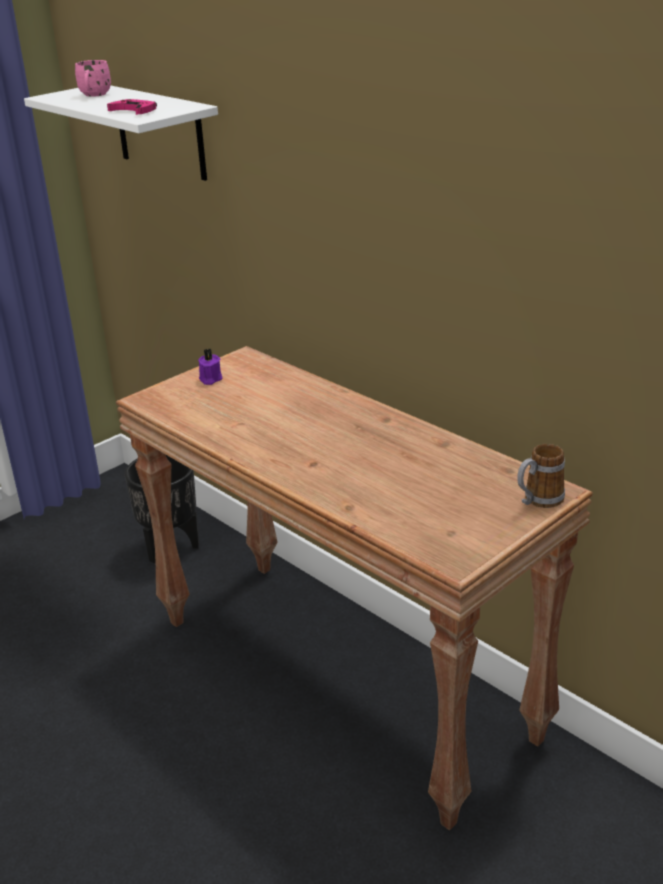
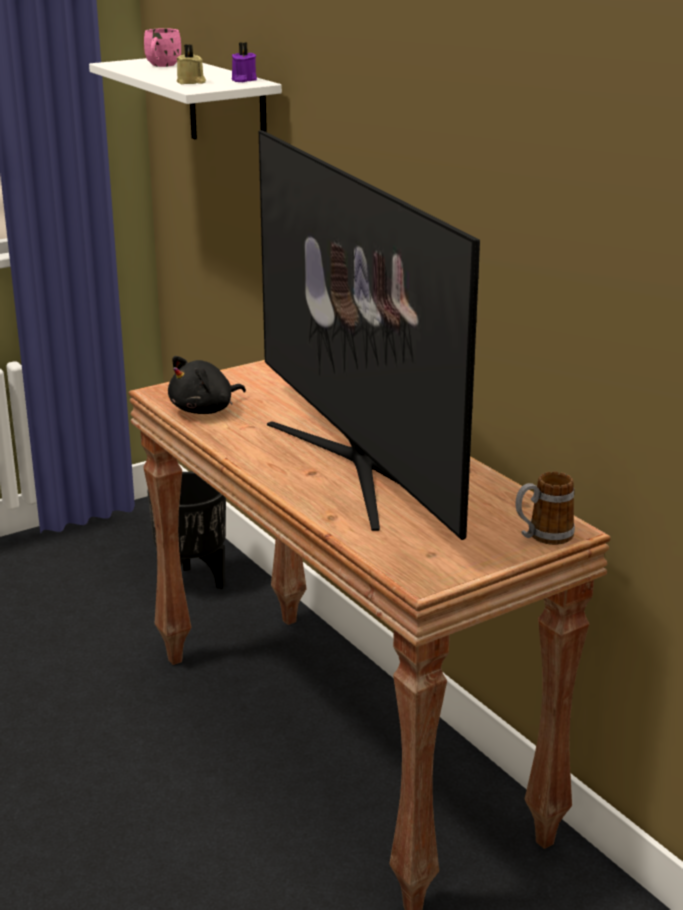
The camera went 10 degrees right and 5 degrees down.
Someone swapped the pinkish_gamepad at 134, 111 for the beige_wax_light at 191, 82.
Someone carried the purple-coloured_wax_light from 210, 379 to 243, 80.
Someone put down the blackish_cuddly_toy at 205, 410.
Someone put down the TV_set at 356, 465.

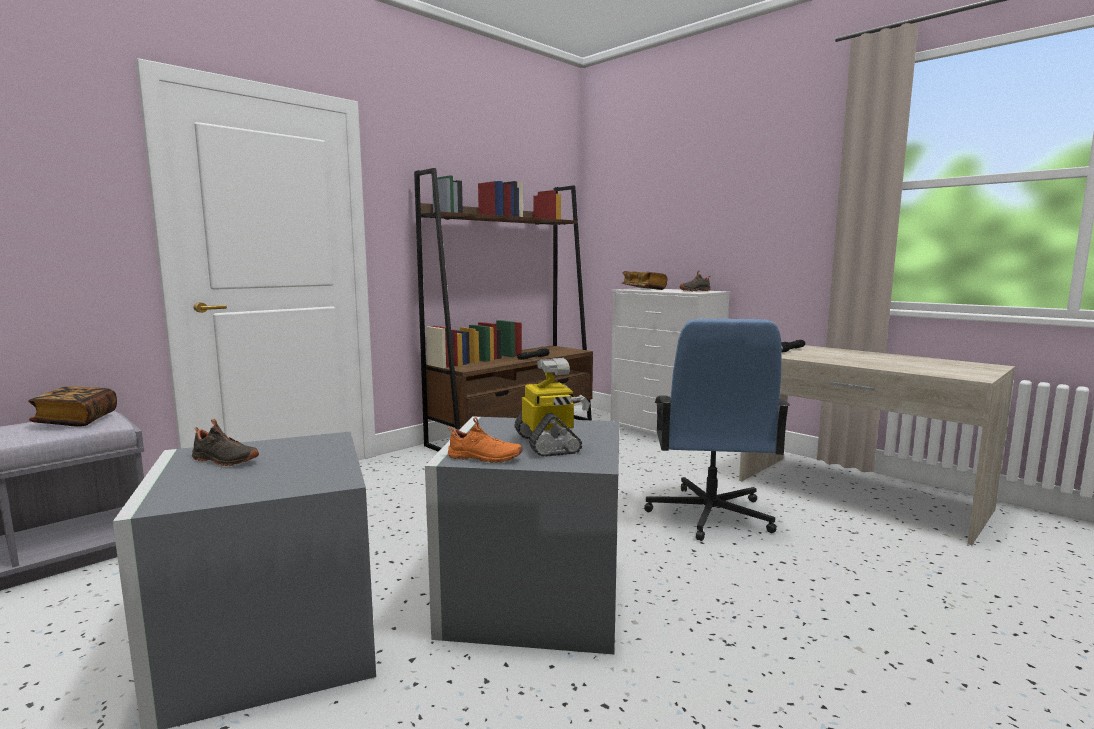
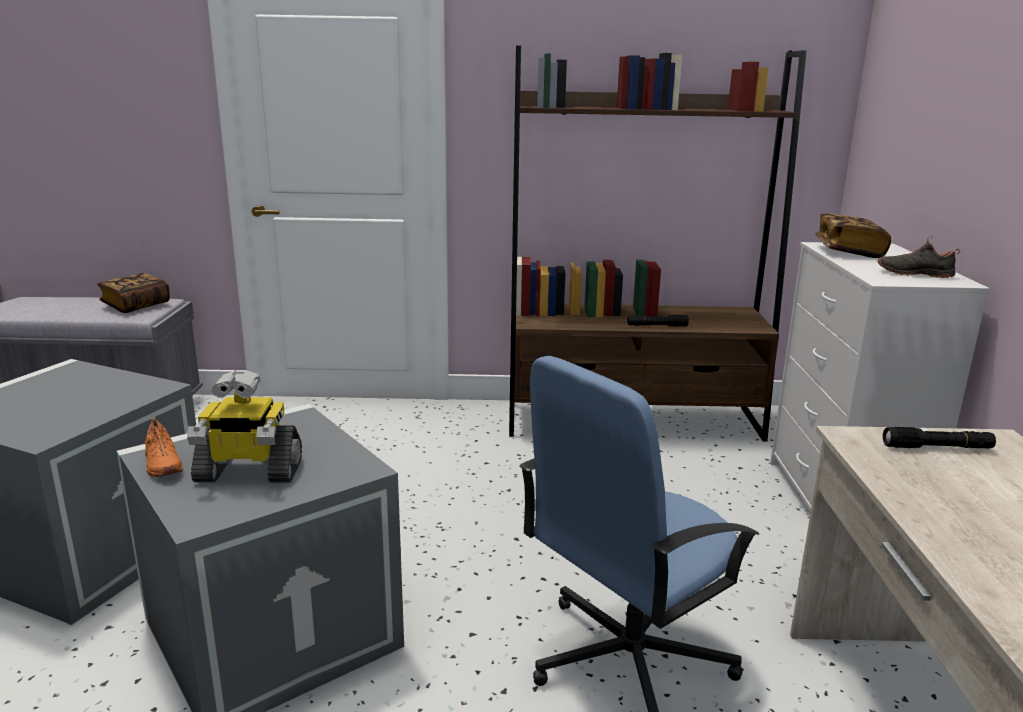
The camera went 45 degrees right and 10 degrees up.
Someone took away the blackish_item_of_footwear at 224, 461.
Someone rotated the model_robot at 548, 444 by 60 degrees clockwise.

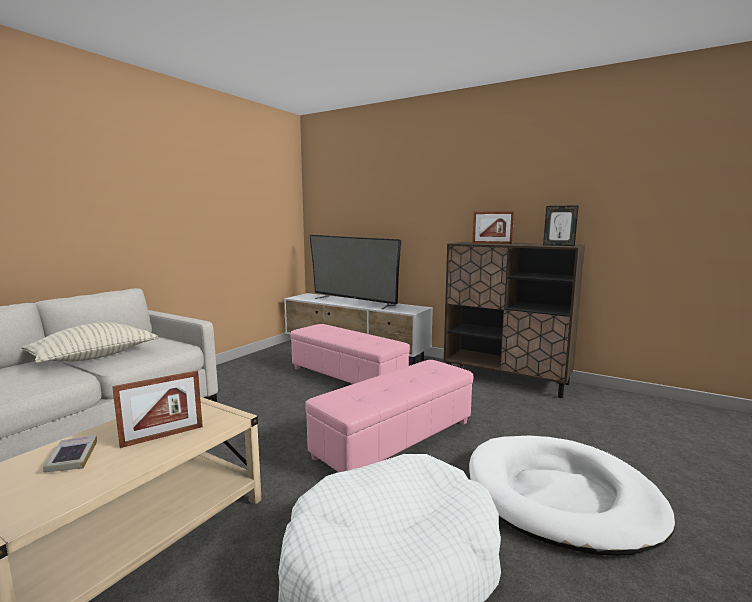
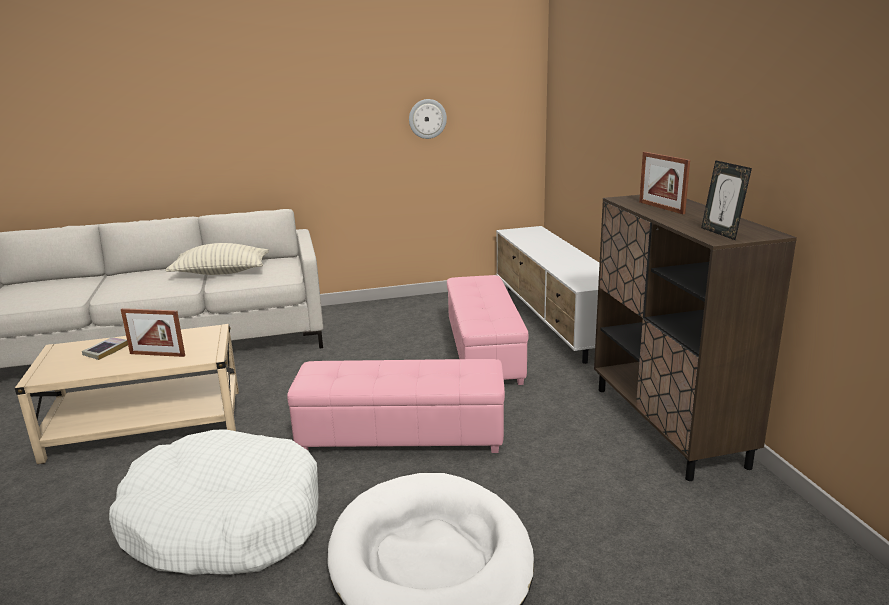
The camera went 45 degrees right and 10 degrees up.
Someone took away the TV_set at 353, 302.
Someone put up the clock_on_the_wall at 427, 119.

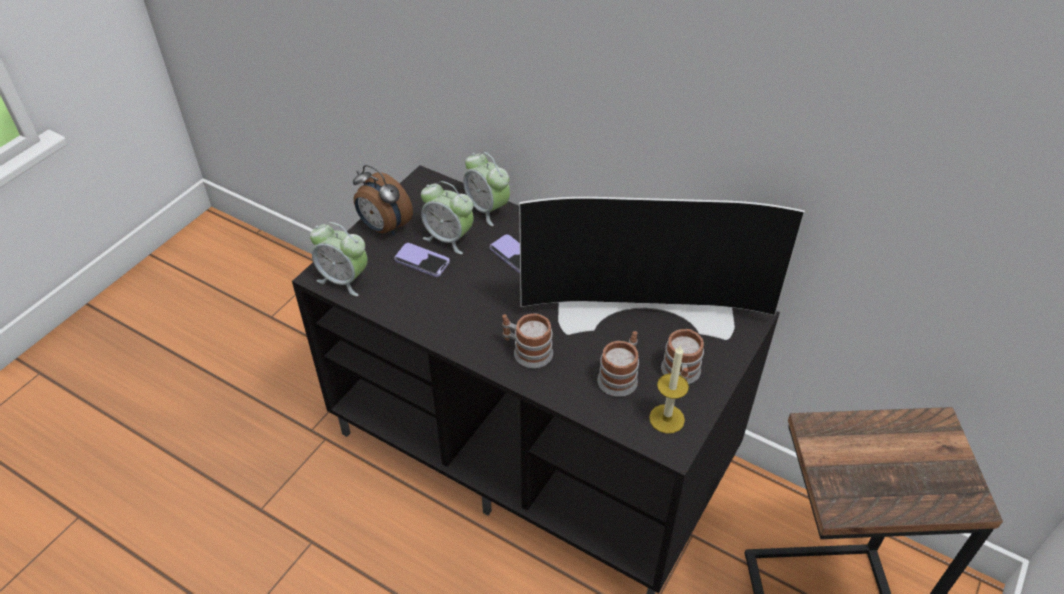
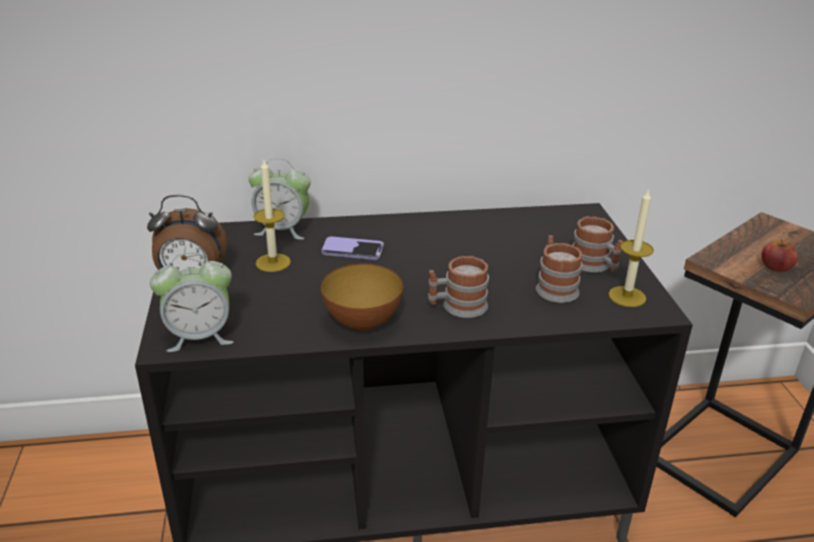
The camera went 40 degrees left and 15 degrees down.
Someone took away the phone at 422, 261.
Someone swapped the bedside_clock at 449, 238 for the wax_light at 273, 262.
Someone took away the TV_set at 646, 307.
Someone put down the bowl at 362, 323.
Someone put down the apple_fruit at 776, 266.

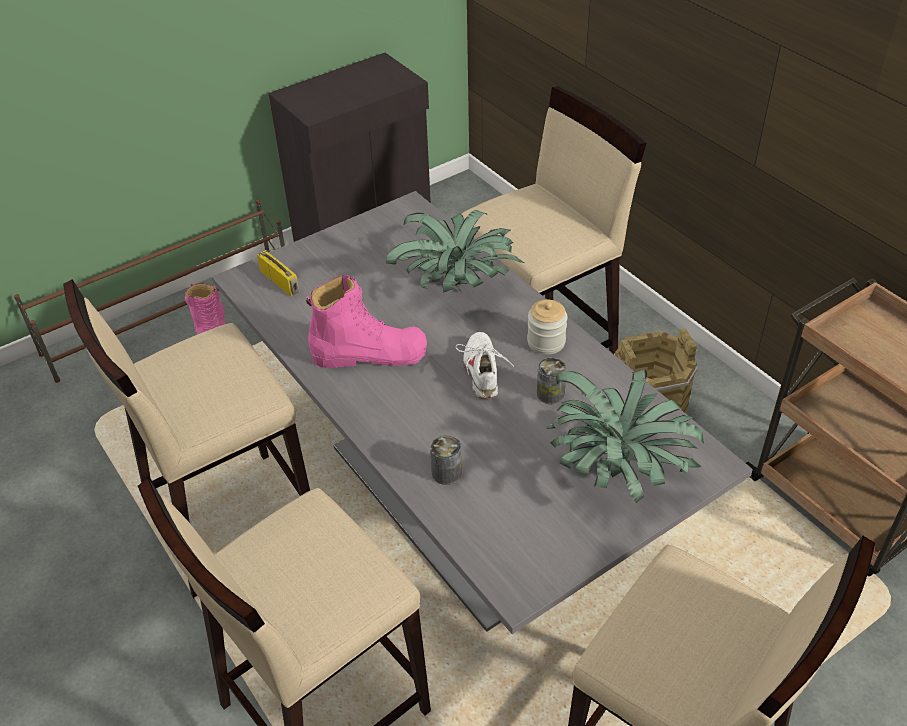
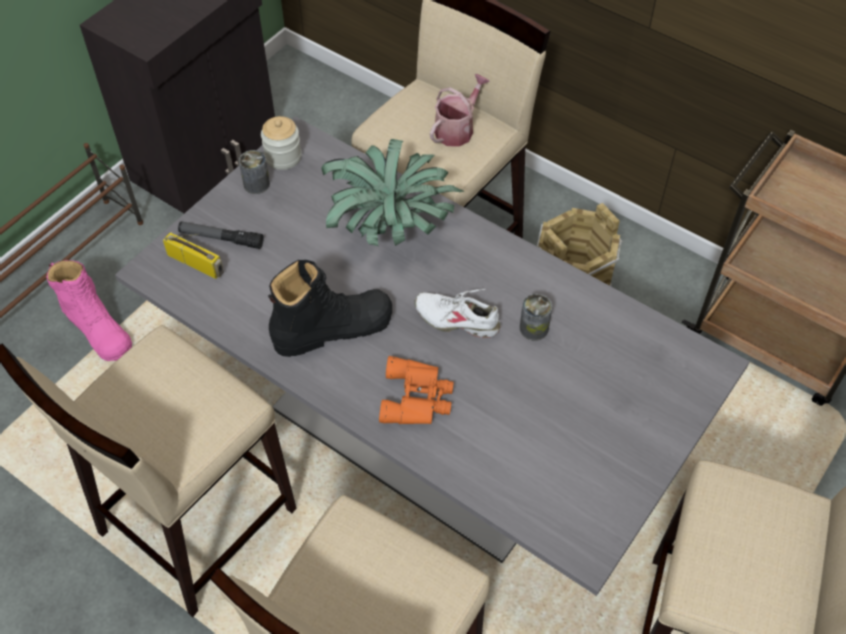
The camera went 20 degrees left and 10 degrees up.
Someone repainted the pinkish_high-top_boot at 369, 354, which became the blackish_high-top_boot at 332, 328.
Someone carried the metal_can from 446, 472 to 256, 184.
Someone rotated the whitish_item_of_footwear at 483, 371 by 45 degrees counterclockwise.
Someone carried the storage_jar from 546, 342 to 283, 157.
Someone took away the houseplant at 618, 470.
Someone put down the hand_torch at 221, 238.
Someone put down the orange_field_glasses at 418, 398.
Someone put down the watering_pot at 457, 129.

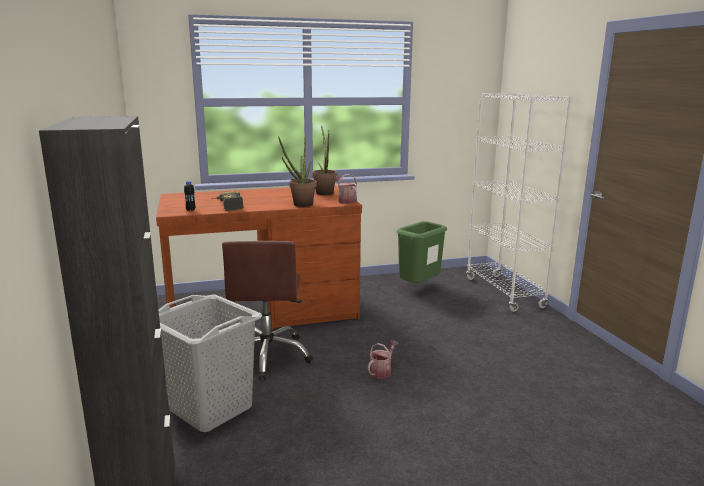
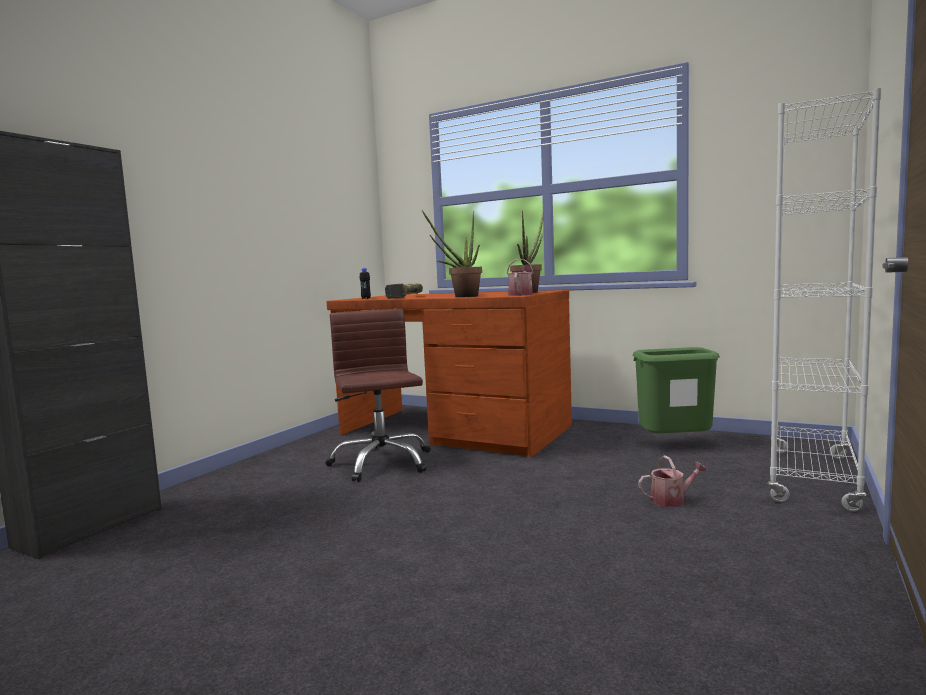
The camera went 45 degrees right and 10 degrees down.
Someone took away the greyish_laundry_basket at 211, 408.
Someone rotated the brown-coloured_office_chair at 268, 355 by 120 degrees clockwise.
Someone carried the watering_pot from 382, 371 to 672, 500.

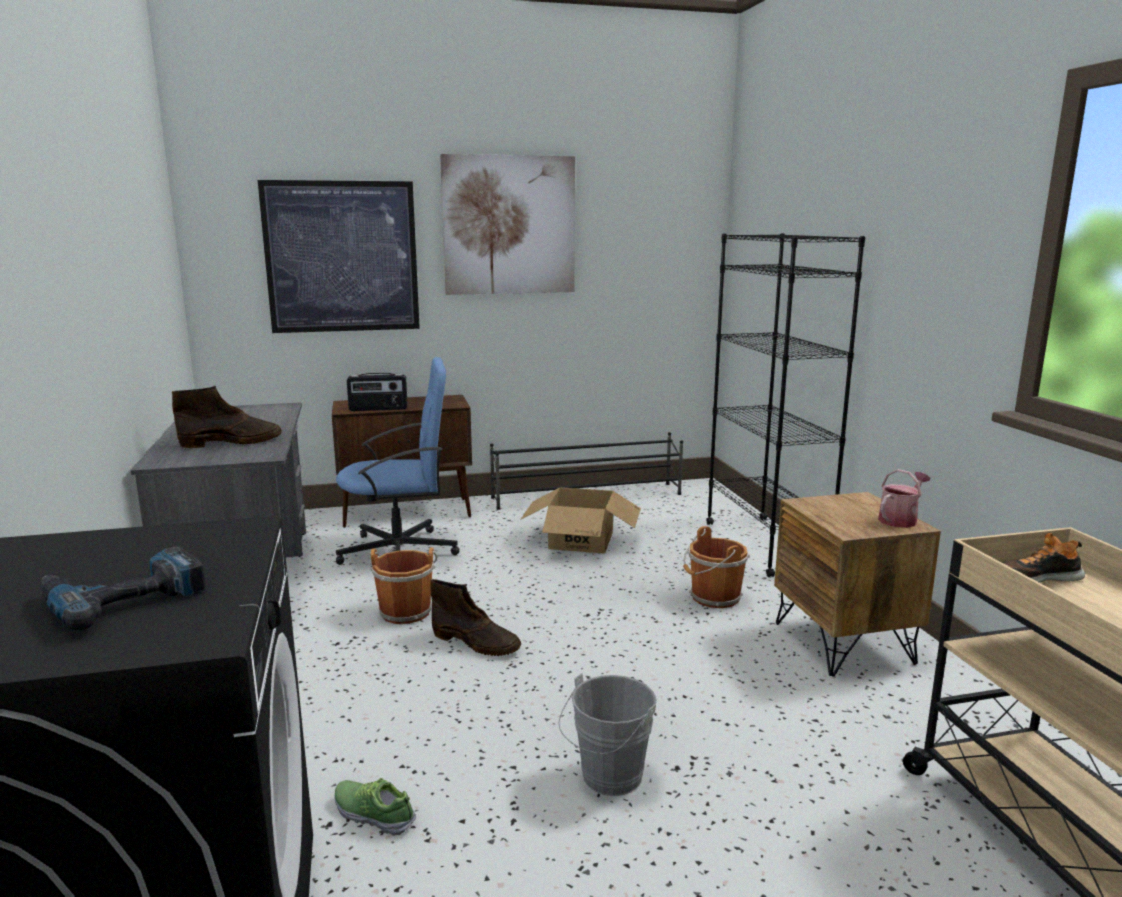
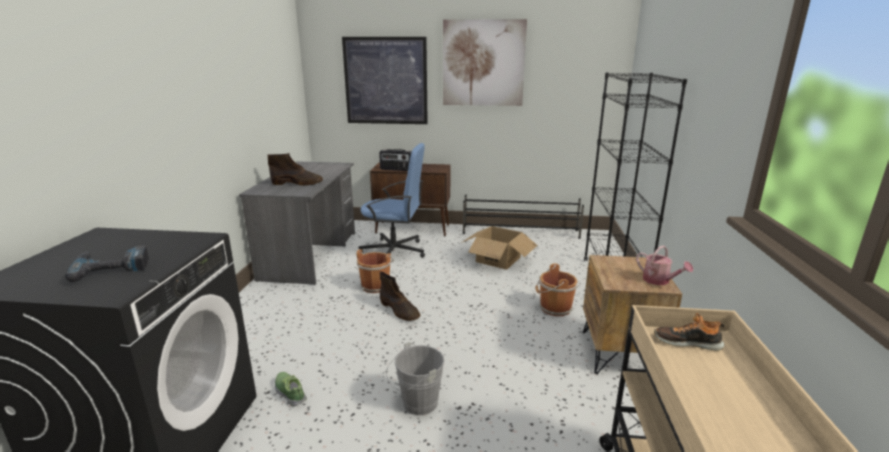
The camera went 20 degrees right and 5 degrees up.
Someone rotated the watering_pot at 900, 519 by 75 degrees clockwise.

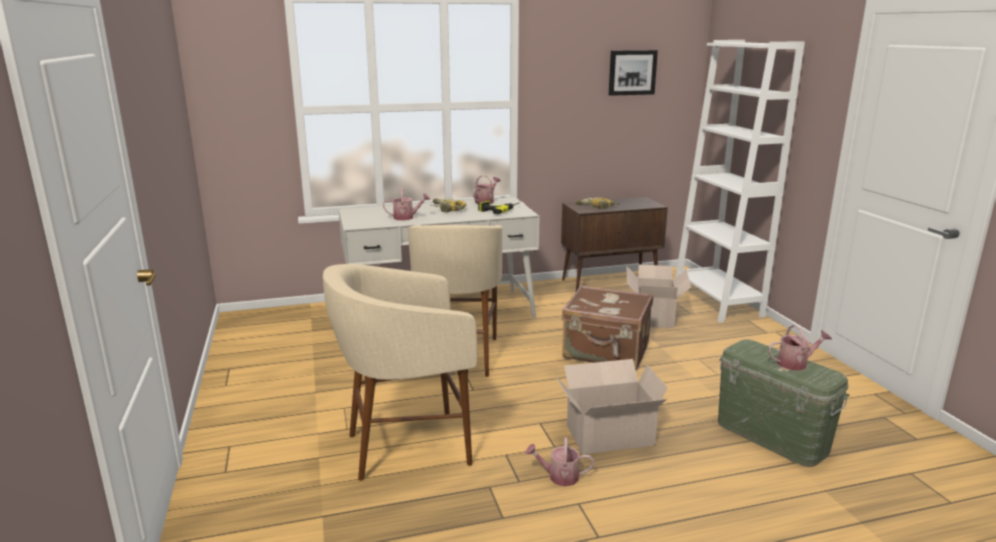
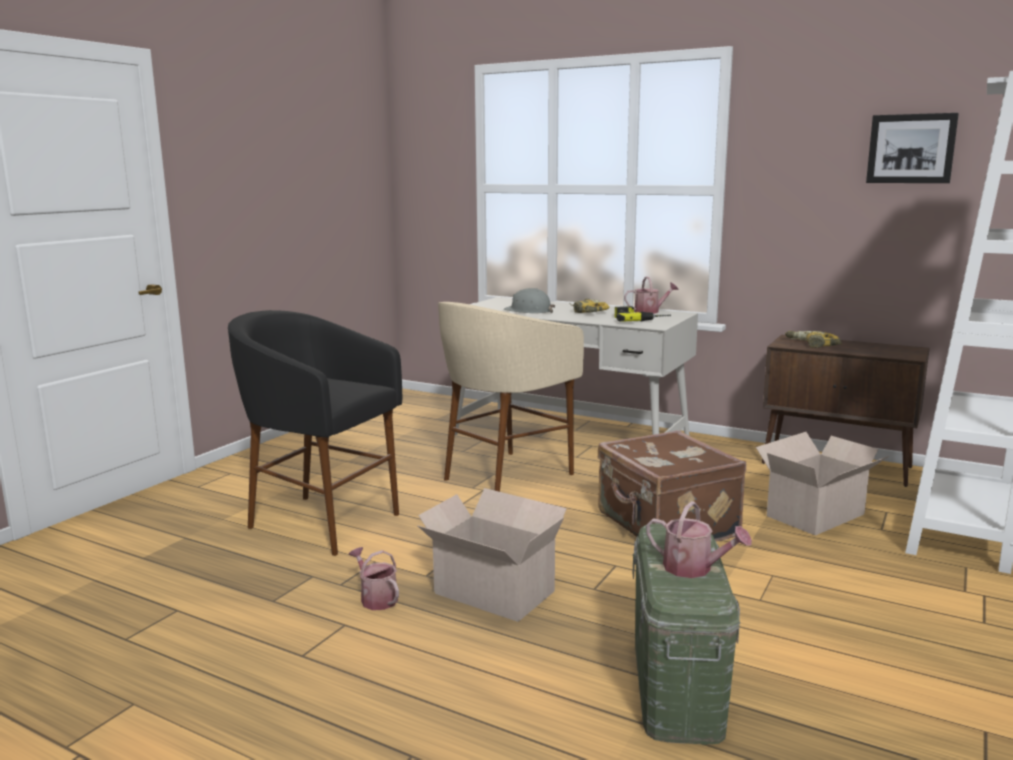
The camera went 45 degrees right and 5 degrees down.
Someone repainted the beige_sitting_stool at 407, 447, which became the blackish_sitting_stool at 321, 522.
Someone swapped the watering_pot at 407, 217 for the greyish_hard_hat at 529, 311.

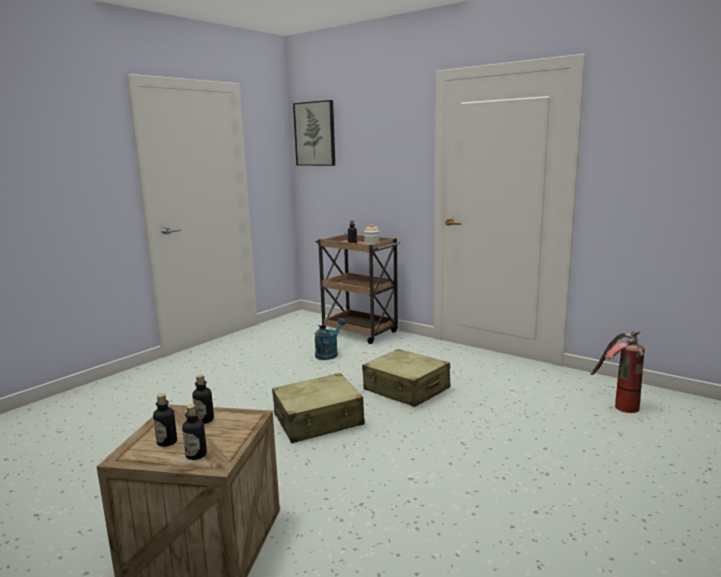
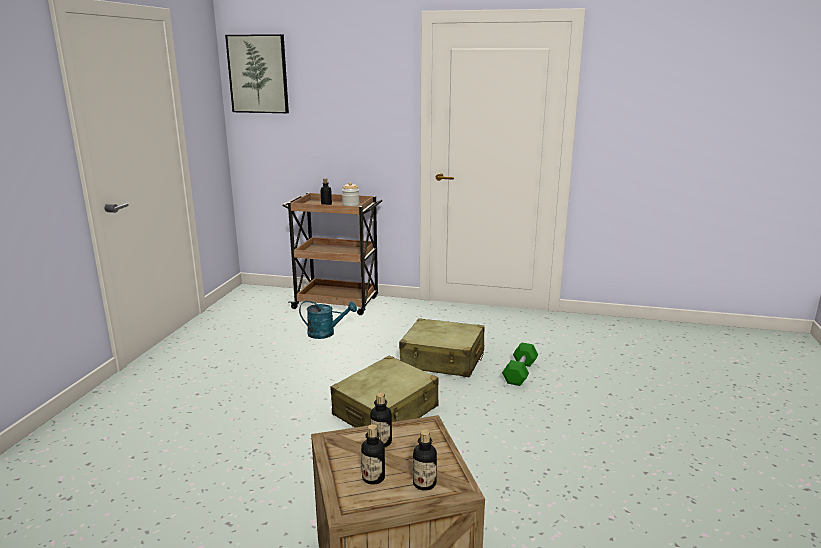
The camera went 25 degrees left and 5 degrees up.
Someone rotated the blue-green_watering_pot at 329, 353 by 90 degrees clockwise.
Someone took away the extinguisher at 617, 405.
Someone put down the greenish_dumbbell at 520, 372.

